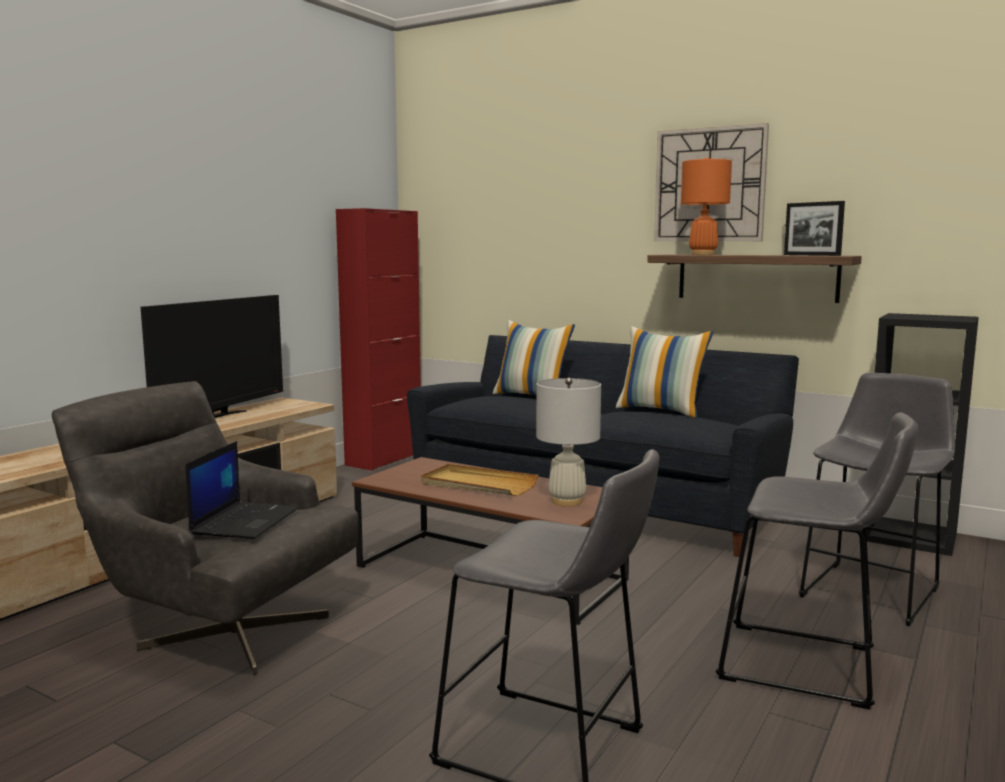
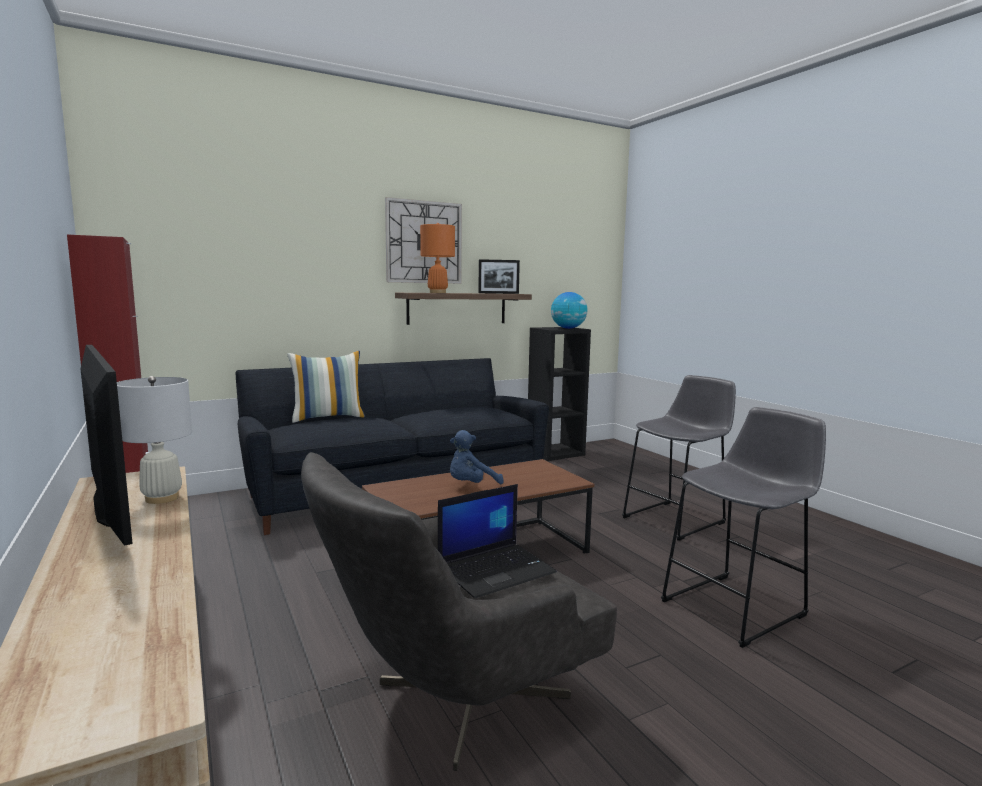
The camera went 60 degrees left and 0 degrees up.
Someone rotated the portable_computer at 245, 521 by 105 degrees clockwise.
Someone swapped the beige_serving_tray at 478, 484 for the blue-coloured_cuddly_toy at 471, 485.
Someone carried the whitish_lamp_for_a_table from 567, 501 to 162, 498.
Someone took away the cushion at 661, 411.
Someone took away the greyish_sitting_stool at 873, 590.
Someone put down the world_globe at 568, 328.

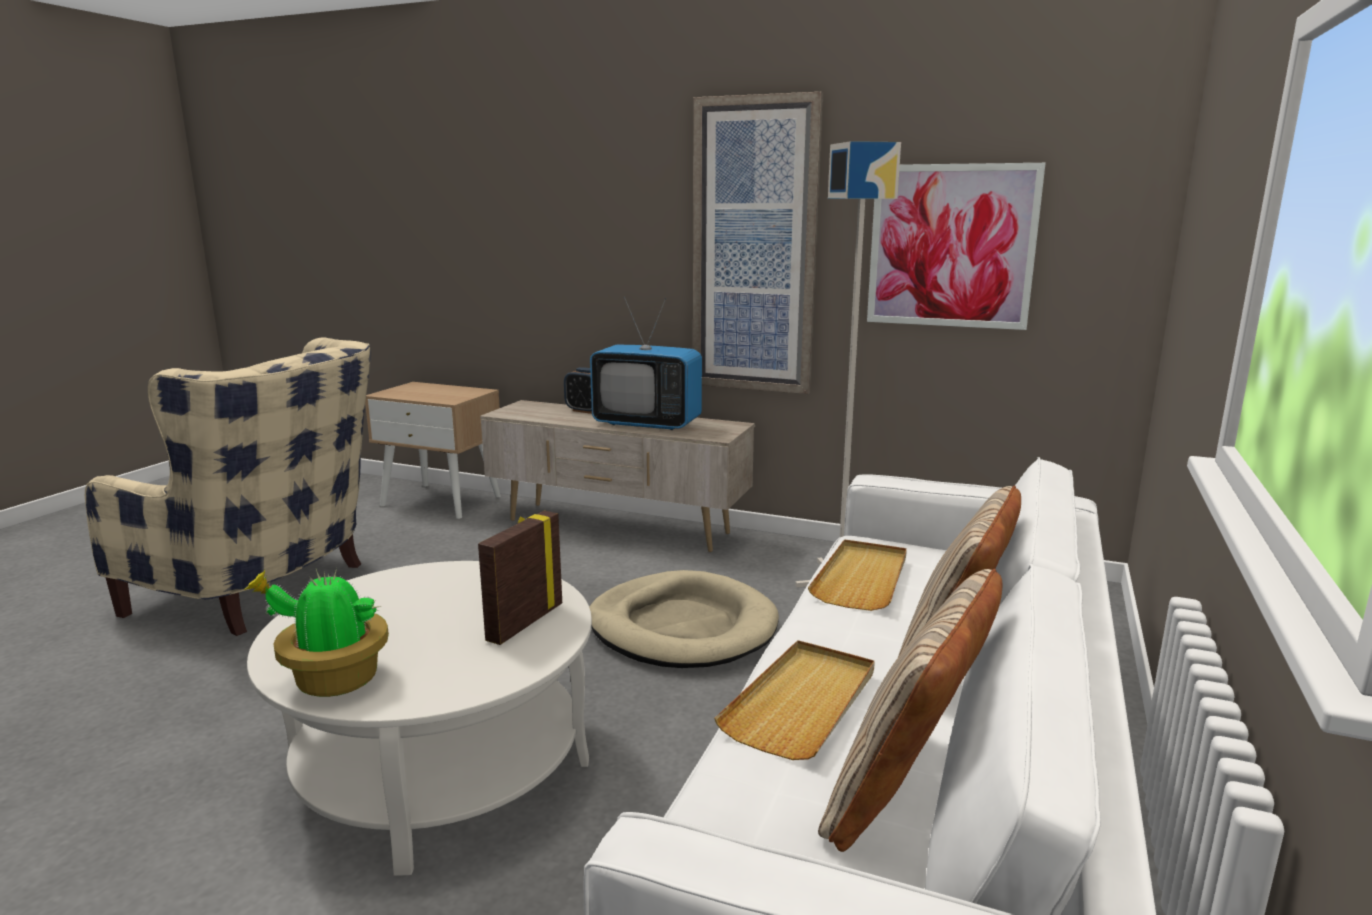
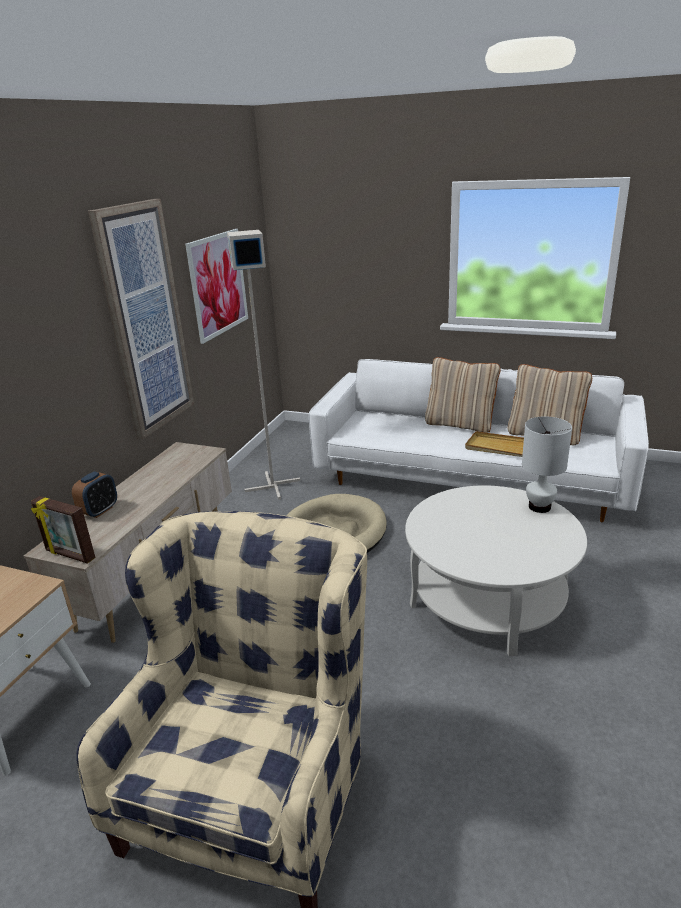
The camera went 90 degrees left and 10 degrees up.
Someone took away the houseplant at 333, 680.
Someone carried the standing_frame from 524, 622 to 69, 555.
Someone took away the TV_set at 647, 424.
Someone took away the beige_serving_tray at 862, 578.
Someone put down the whitish_lamp_for_a_table at 540, 506.

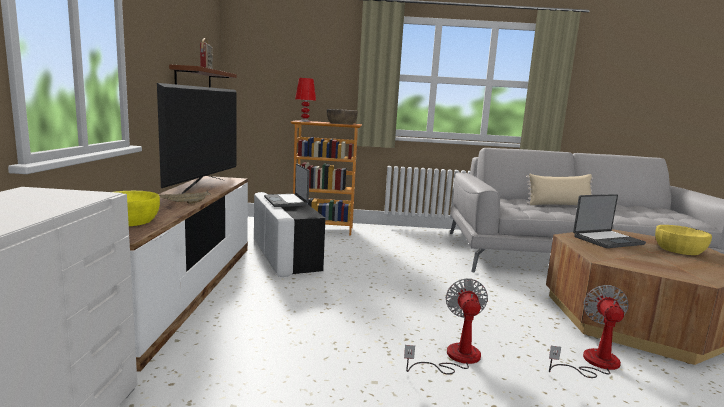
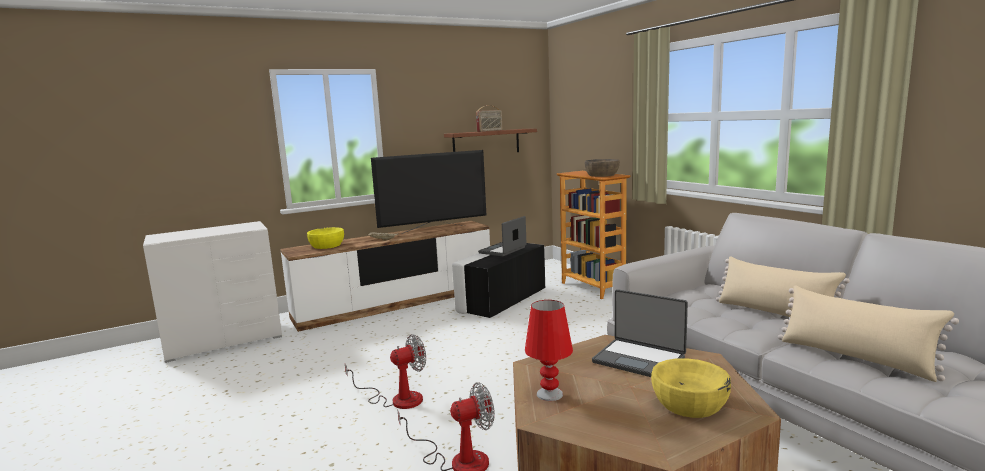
The camera went 60 degrees right and 0 degrees up.
Someone carried the red-coloured_lamp_for_a_table from 304, 121 to 549, 394.
Someone put down the beige_cushion at 855, 357.

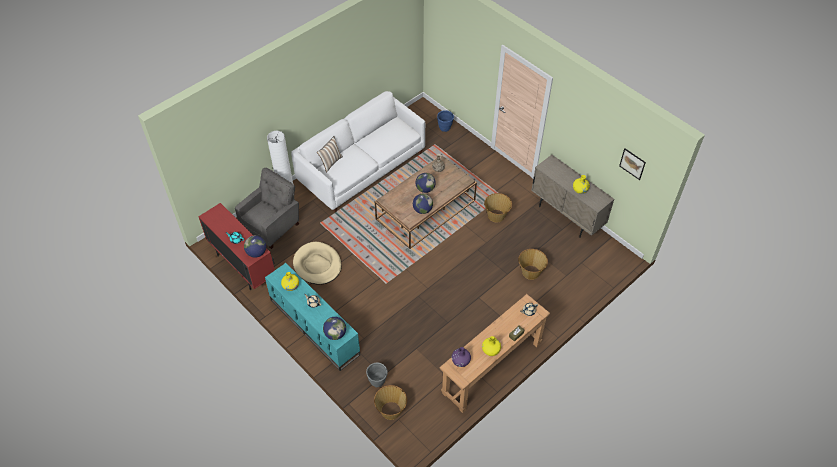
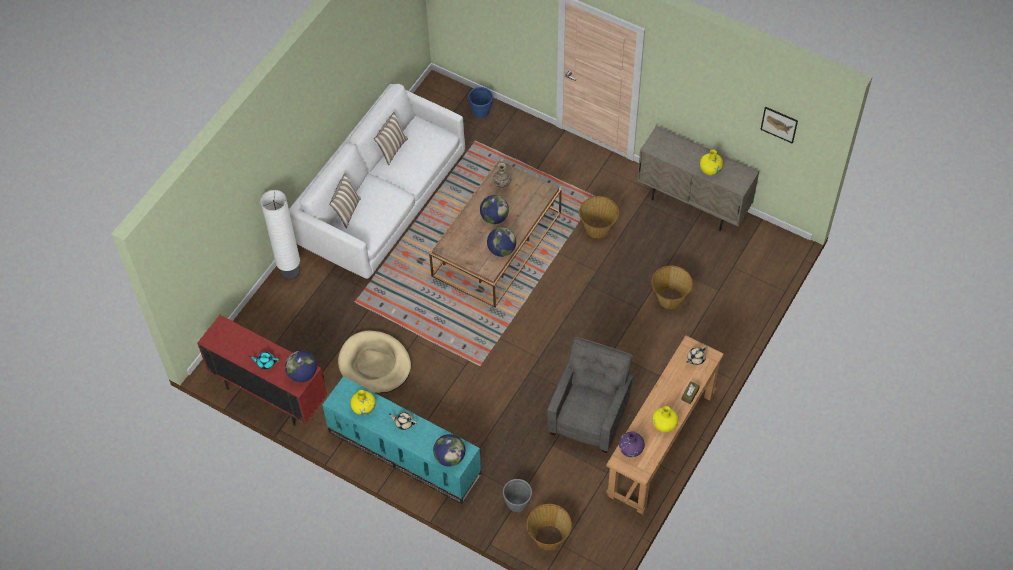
The camera went 15 degrees left and 5 degrees up.
Someone carried the greyish_lounge_chair from 272, 226 to 590, 416.
Someone put down the cushion at 392, 149.

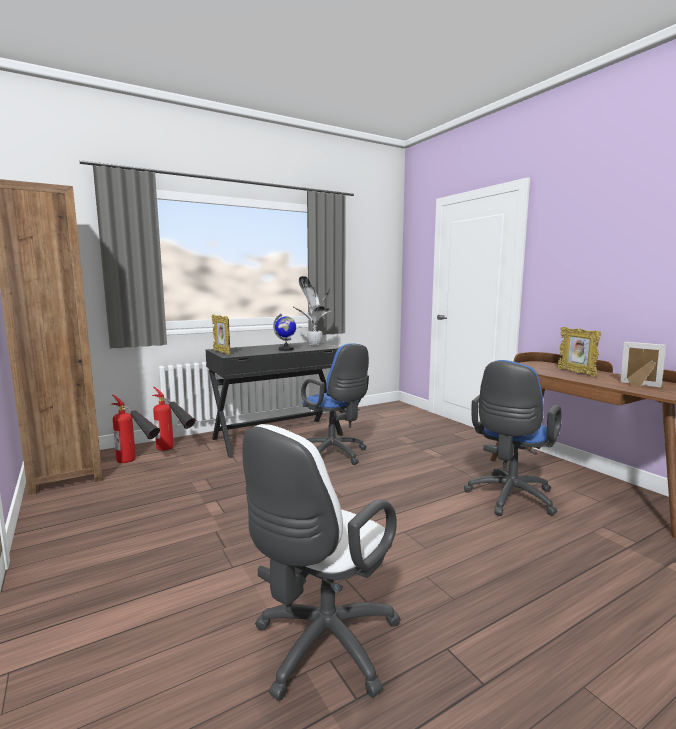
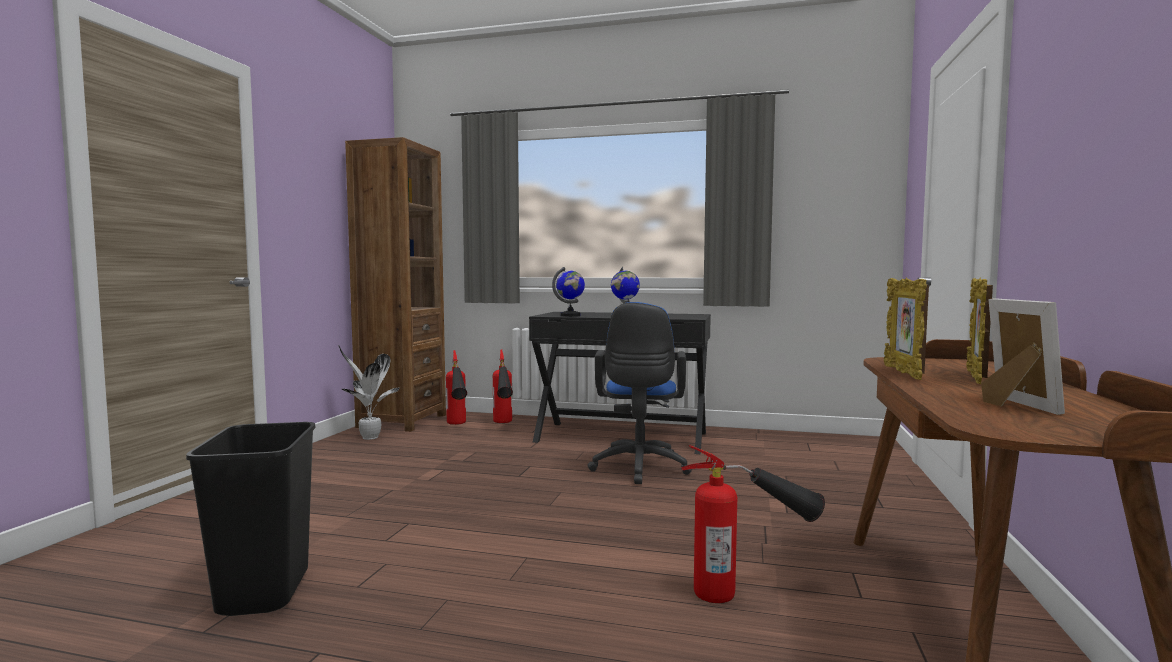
The camera went 45 degrees right and 5 degrees down.
Someone carried the standing_frame from 222, 353 to 903, 373.
Someone swapped the whitish_office_chair at 321, 647 for the blackish_trash_can at 262, 592.
Someone carried the houseplant from 314, 344 to 368, 437.
Someone swapped the blue-coloured_office_chair at 509, 499 for the extinguisher at 750, 590.
Someone put down the world_globe at 570, 315.

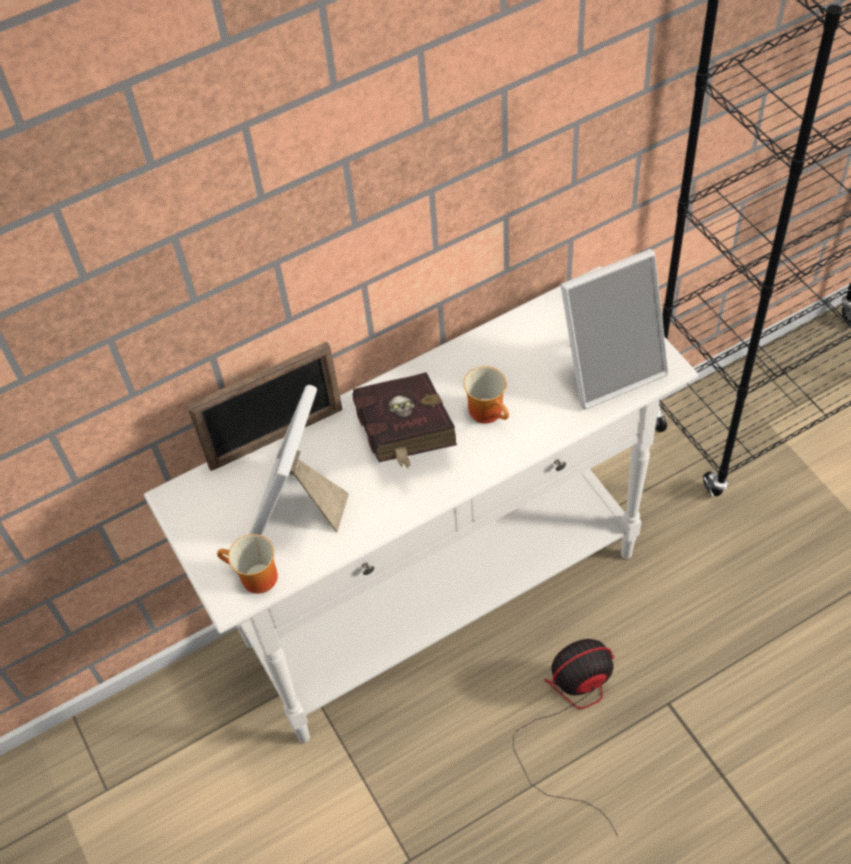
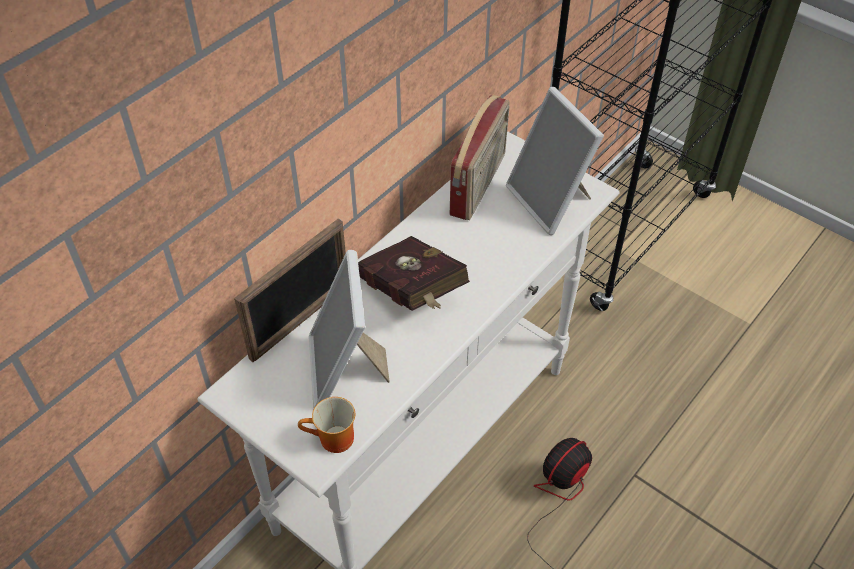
The camera went 25 degrees left and 5 degrees down.
Someone took away the tea_mug at 490, 411.
Someone rotated the standing_frame at 609, 368 by 105 degrees clockwise.
Someone put down the radio_set at 479, 185.

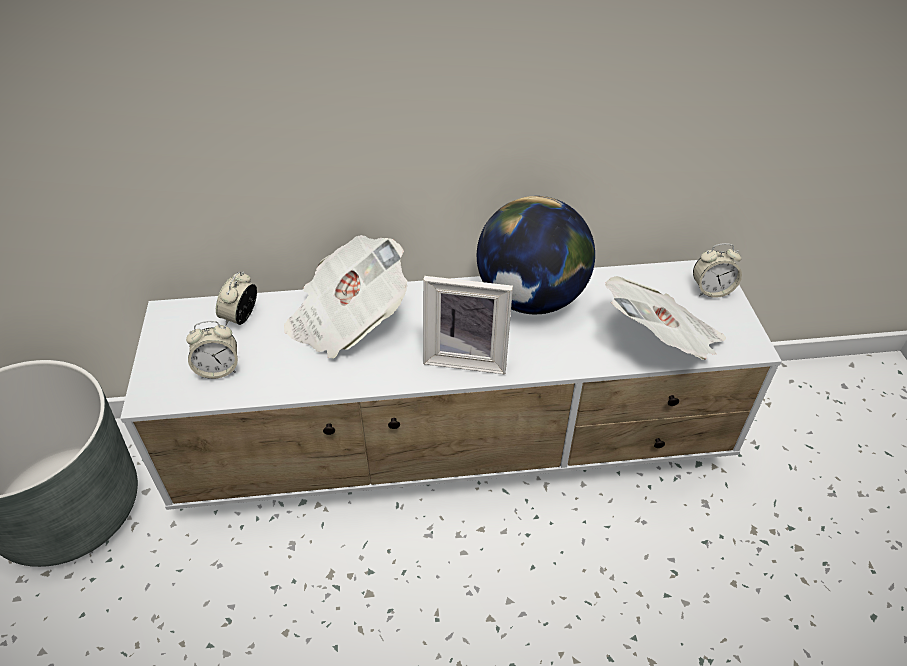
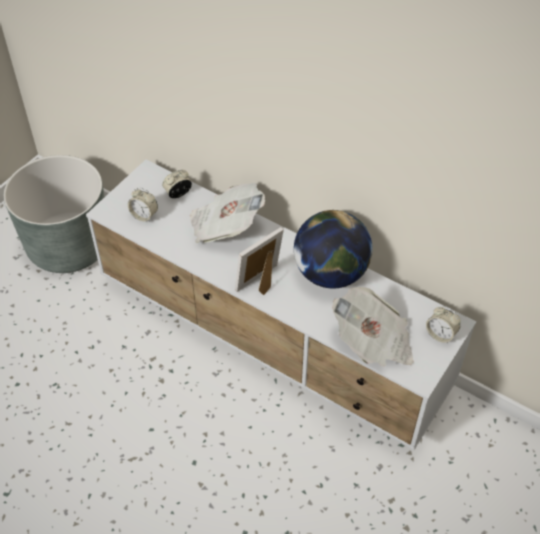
The camera went 40 degrees right and 5 degrees up.
Someone rotated the standing_frame at 466, 356 by 90 degrees clockwise.

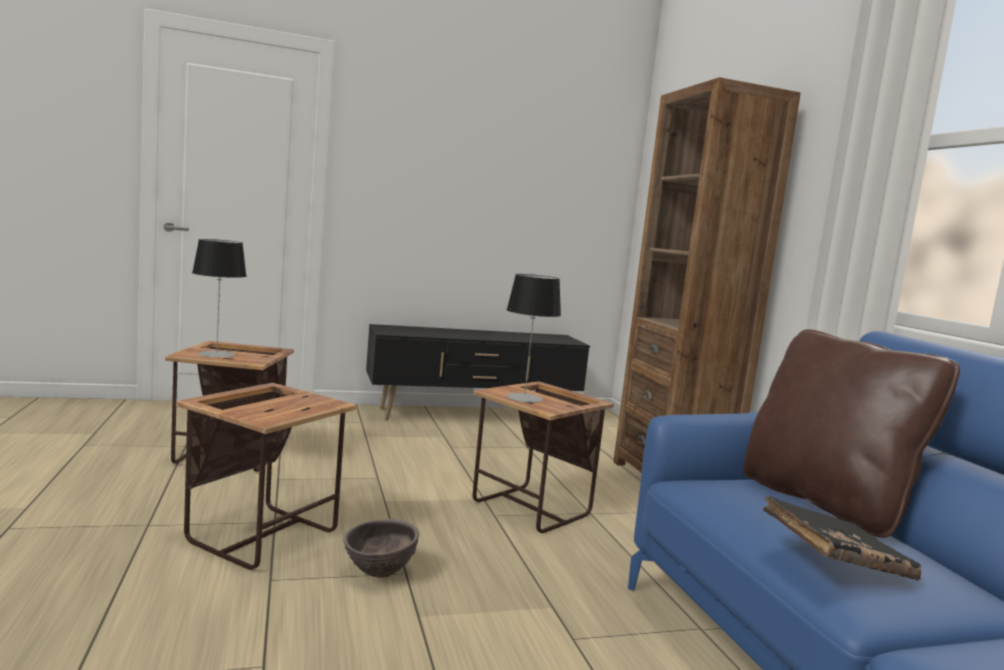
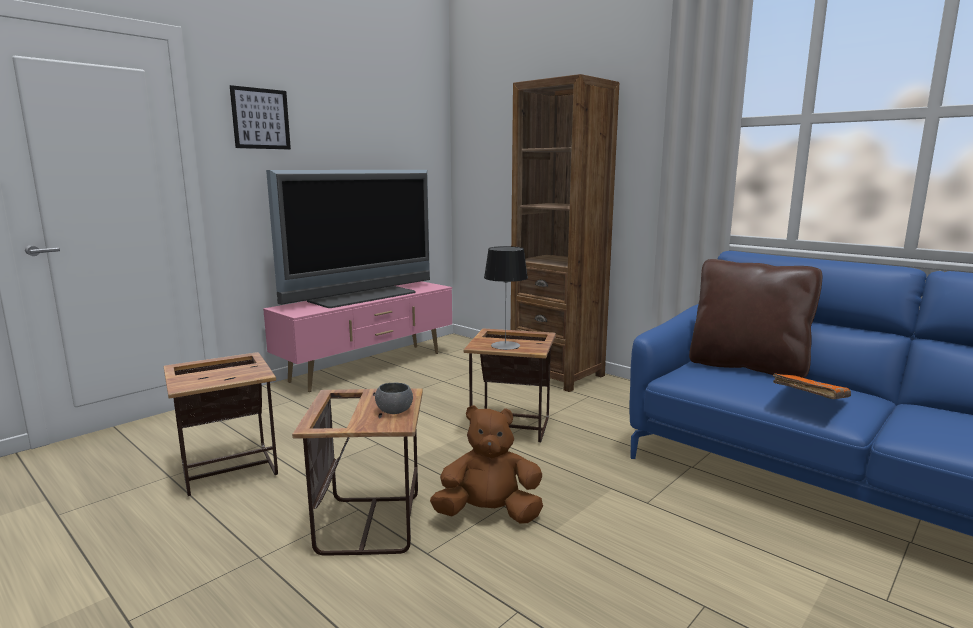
The camera went 30 degrees left and 5 degrees up.
Someone took away the lamp_for_a_table at 216, 354.
Someone swapped the brown-coloured_bowl at 379, 573 for the brown-coloured_cuddly_toy at 489, 514.
Someone repainted the blackish_media_console at 473, 416, which became the pinkish_media_console at 369, 367.
Someone repainted the blackish_bound_book at 835, 560, which became the orange_bound_book at 809, 399.
Someone put up the picture at 260, 118.
Someone put down the TV_set at 363, 296.
Someone put down the greyish_bowl at 394, 411.

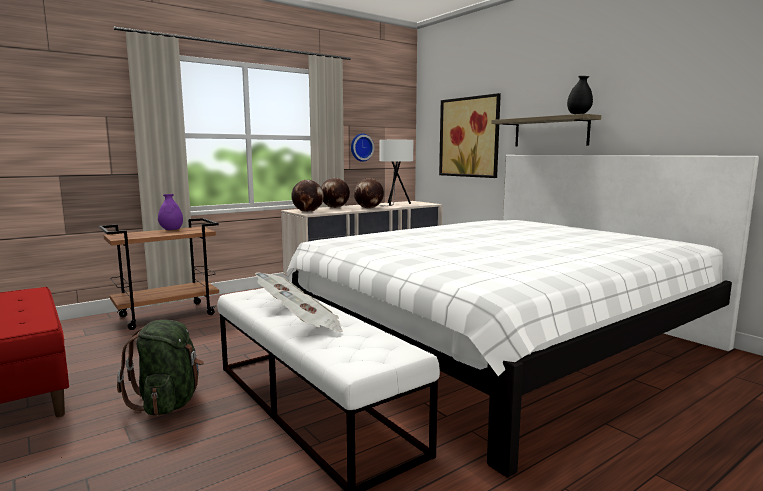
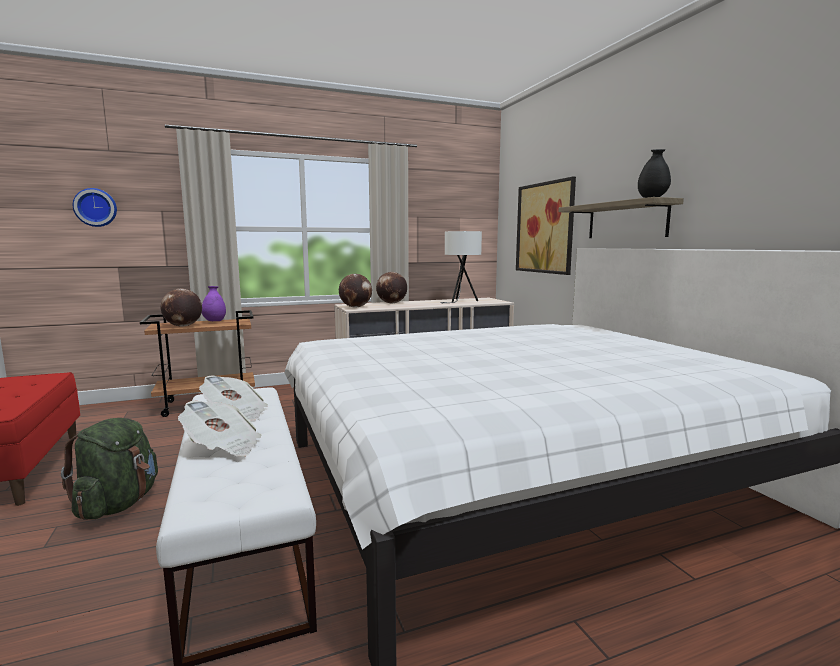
The camera went 15 degrees right and 0 degrees up.
Someone carried the clock_on_the_wall from 361, 147 to 96, 207.
Someone carried the world_globe from 368, 208 to 183, 326.

